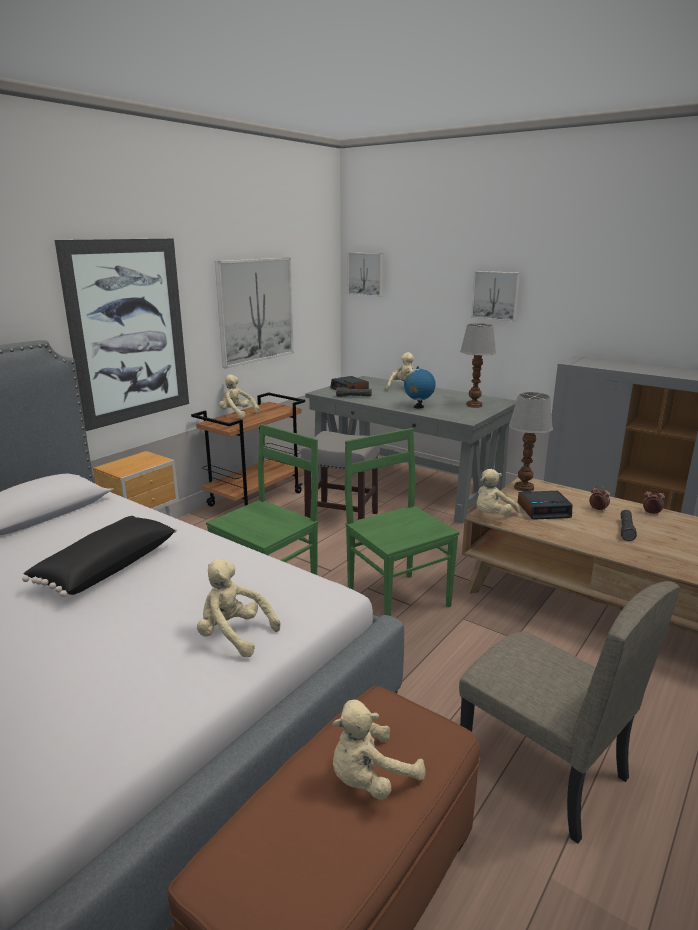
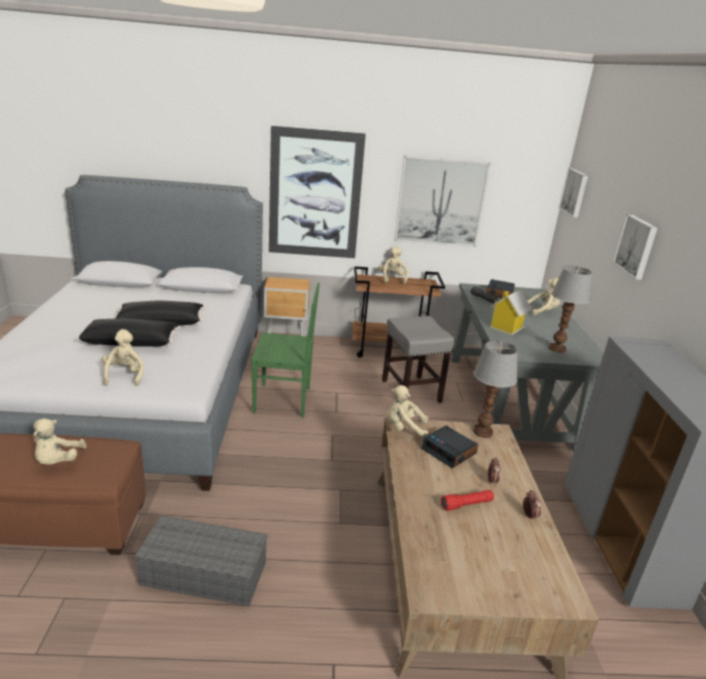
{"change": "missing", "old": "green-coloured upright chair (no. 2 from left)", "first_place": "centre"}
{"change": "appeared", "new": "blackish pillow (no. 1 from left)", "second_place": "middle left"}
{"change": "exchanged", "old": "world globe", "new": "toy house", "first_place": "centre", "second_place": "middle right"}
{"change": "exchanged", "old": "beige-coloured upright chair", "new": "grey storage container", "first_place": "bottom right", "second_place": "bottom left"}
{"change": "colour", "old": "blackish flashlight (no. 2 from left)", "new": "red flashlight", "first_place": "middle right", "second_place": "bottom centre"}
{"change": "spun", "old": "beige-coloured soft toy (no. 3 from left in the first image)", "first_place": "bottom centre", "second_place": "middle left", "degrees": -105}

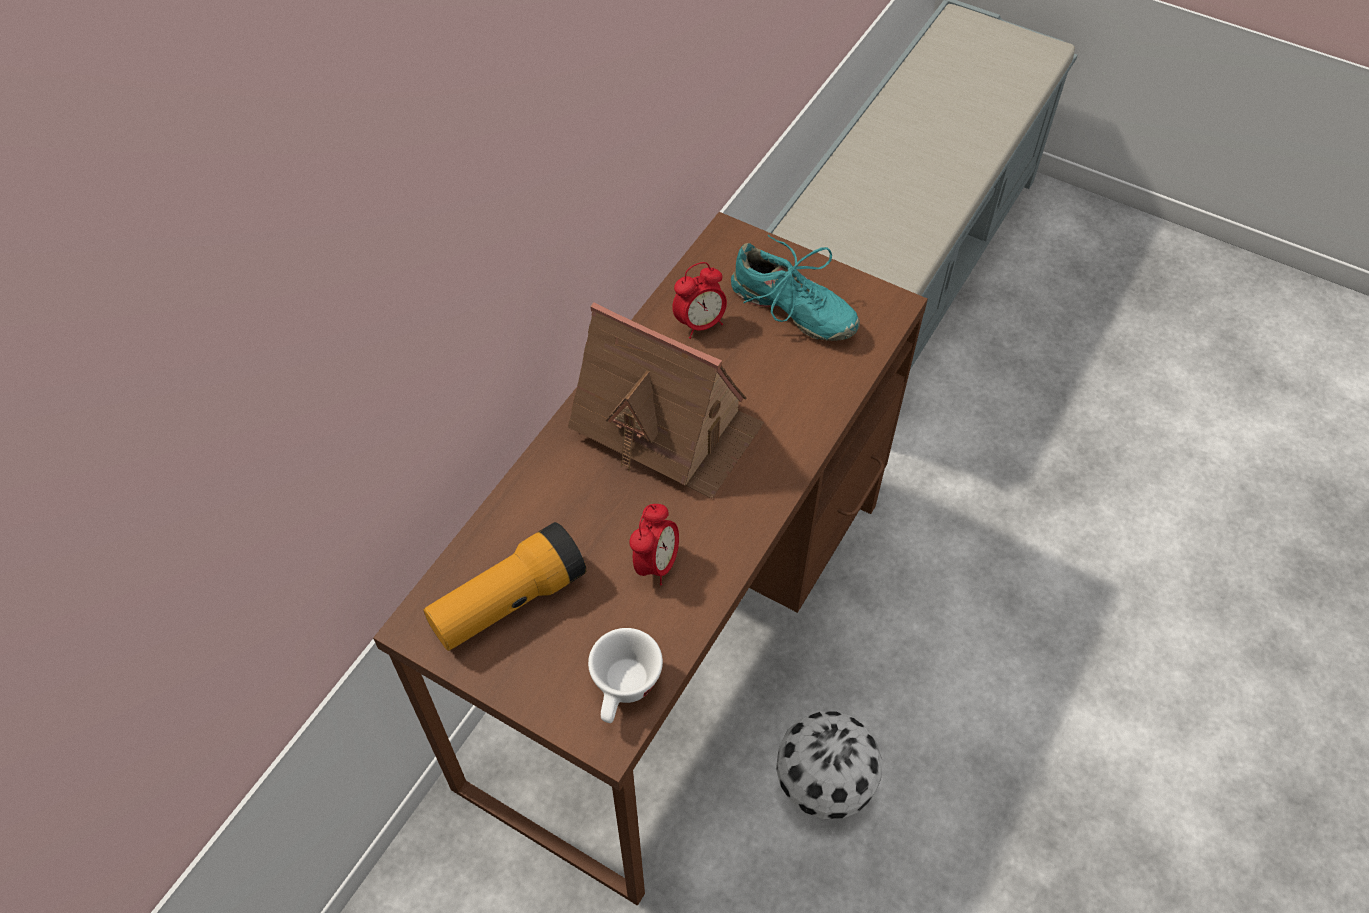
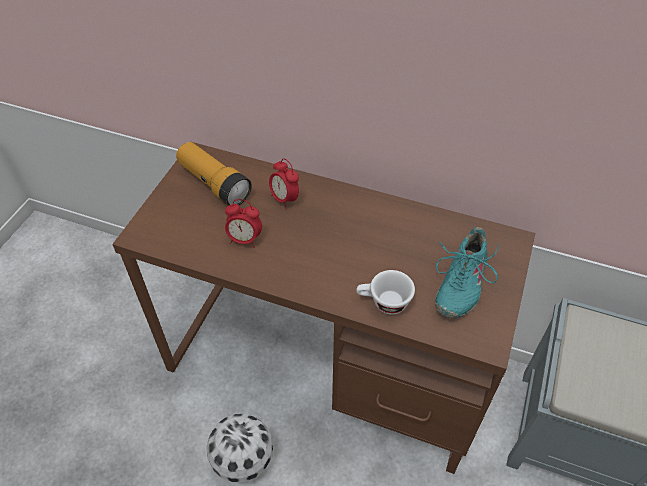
{"change": "missing", "old": "toy house", "first_place": "centre"}
{"change": "relocated", "old": "white drinking cup", "first_place": "bottom centre", "second_place": "centre"}
{"change": "relocated", "old": "alarm clock (no. 2 from left)", "first_place": "top centre", "second_place": "centre"}

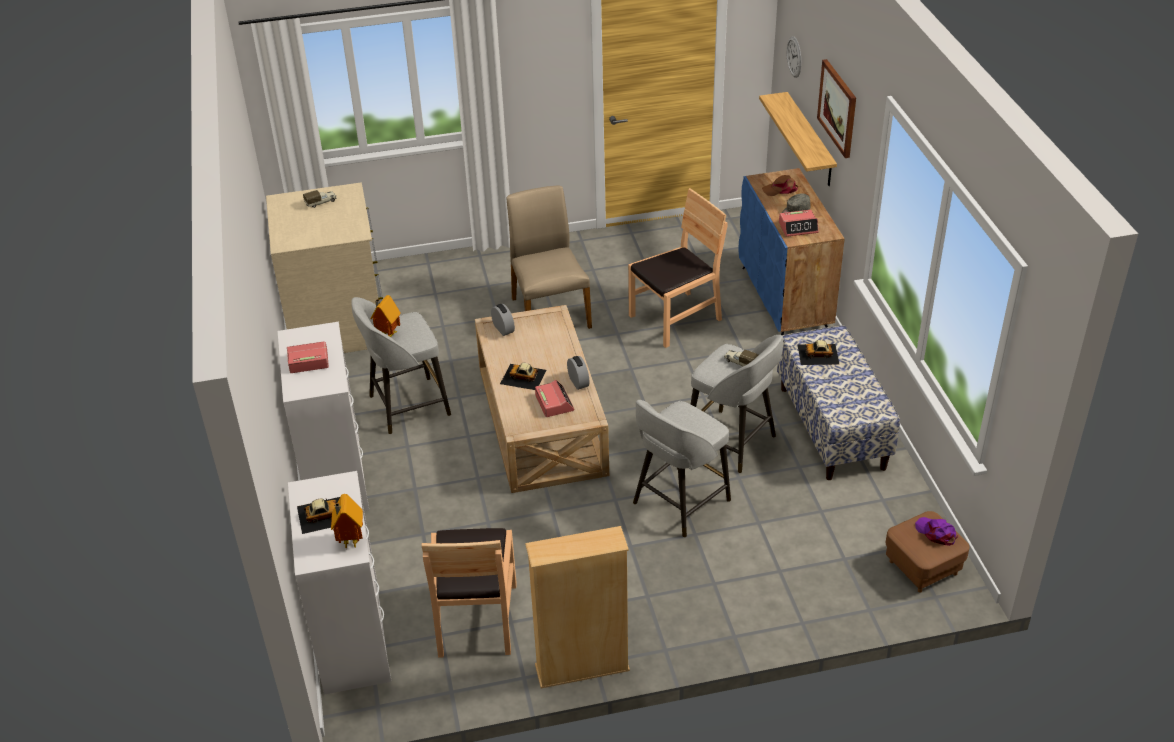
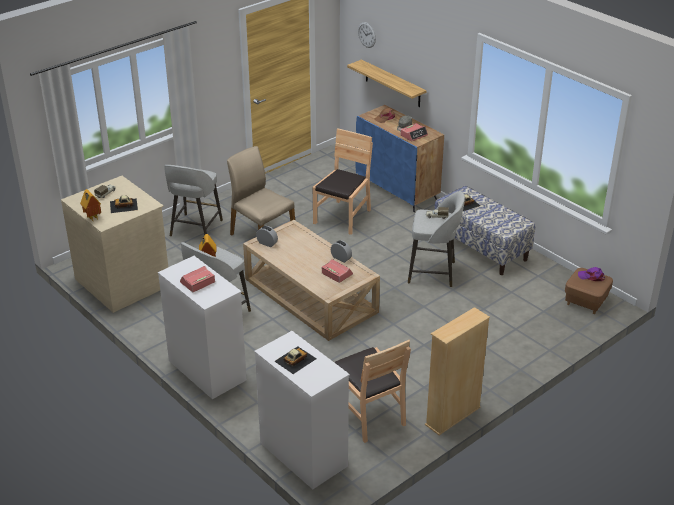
{"change": "missing", "old": "wall picture", "first_place": "top right"}
{"change": "relocated", "old": "toy house (no. 1 from left)", "first_place": "bottom left", "second_place": "middle left"}
{"change": "relocated", "old": "model car (no. 2 from left in the first image)", "new": "model car (no. 1 from left)", "first_place": "centre", "second_place": "middle left"}
{"change": "relocated", "old": "grey stool seat (no. 2 from left in the first image)", "new": "grey stool seat (no. 1 from left)", "first_place": "centre", "second_place": "middle left"}

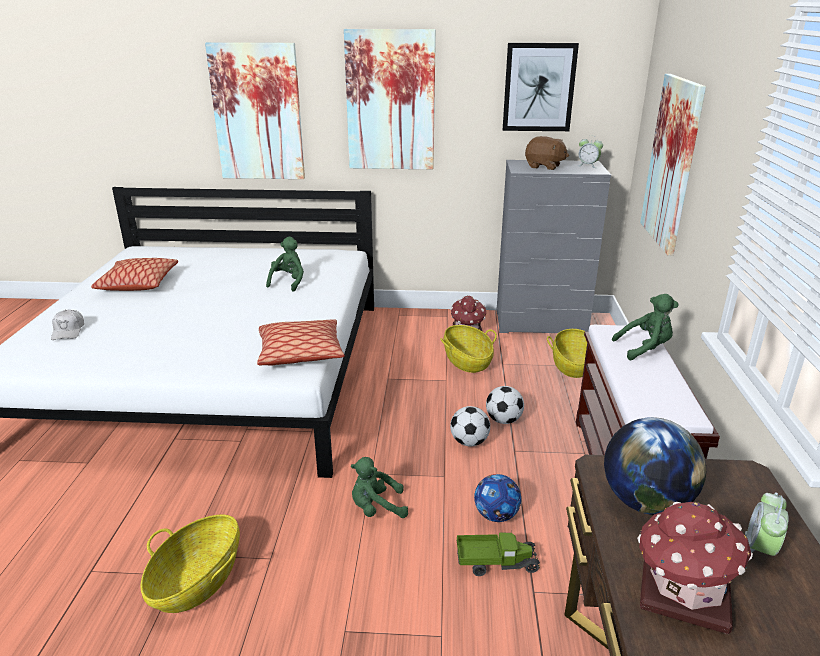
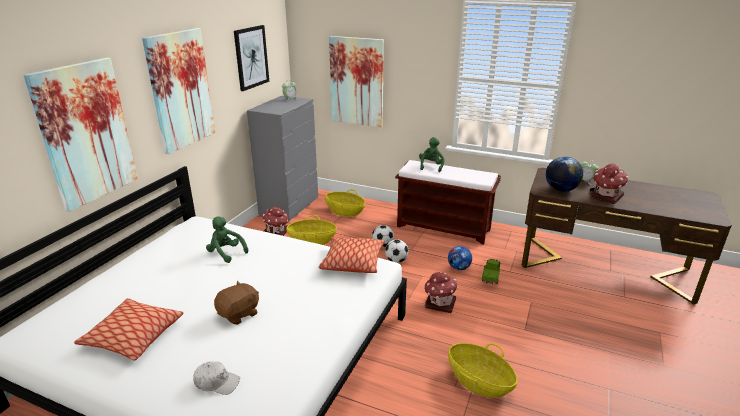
{"change": "relocated", "old": "brown soft toy", "first_place": "top right", "second_place": "bottom left"}
{"change": "exchanged", "old": "green-coloured soft toy (no. 2 from left)", "new": "toy house (no. 2 from left)", "first_place": "bottom centre", "second_place": "bottom centre"}

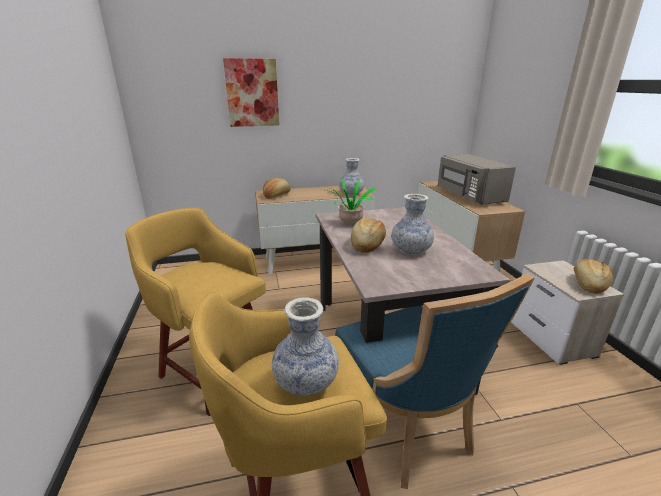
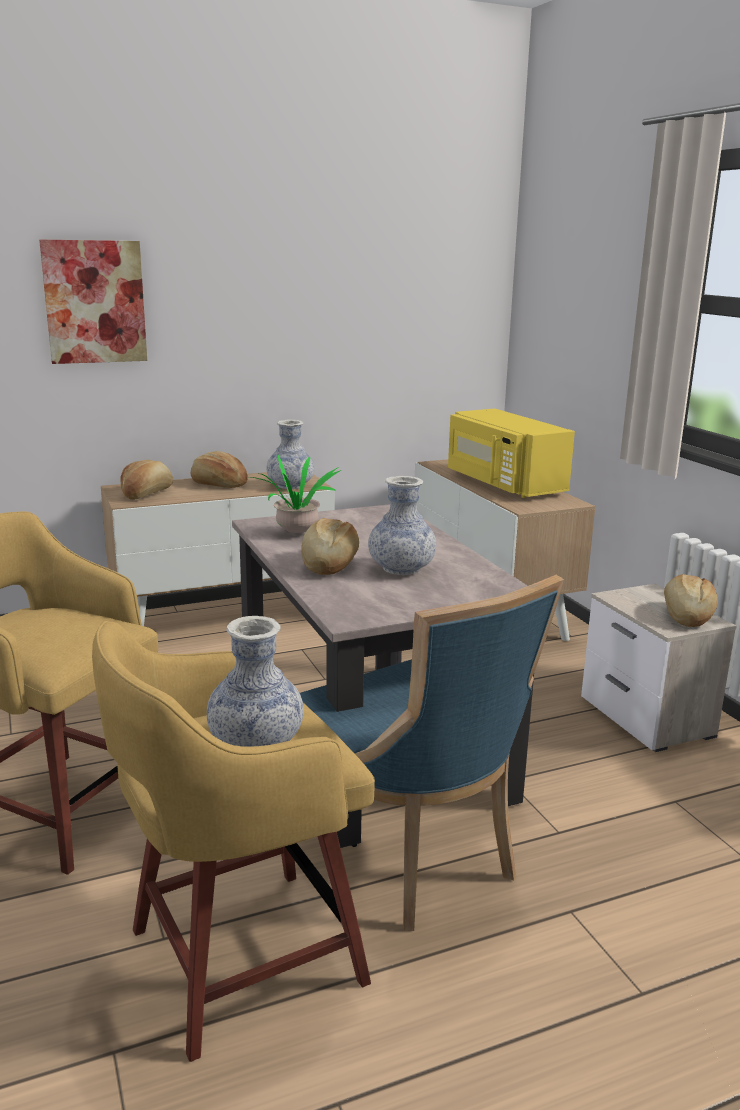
{"change": "appeared", "new": "bread (no. 2 from left)", "second_place": "middle left"}
{"change": "colour", "old": "grey microwave oven", "new": "yellow-coloured microwave oven", "first_place": "middle right", "second_place": "middle right"}

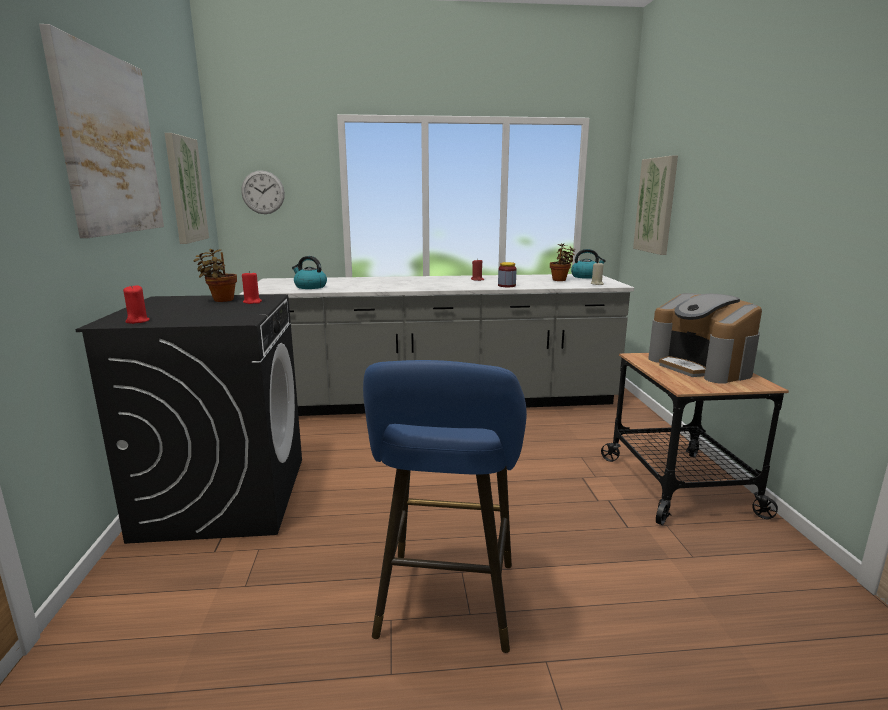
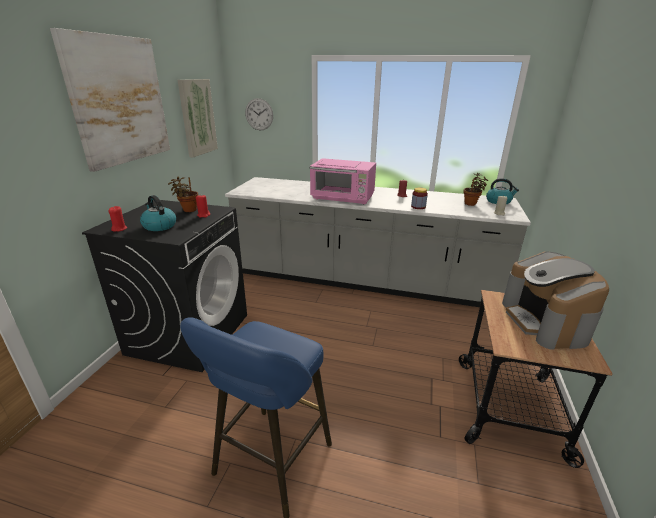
{"change": "missing", "old": "wall picture (no. 3 from left)", "first_place": "top right"}
{"change": "appeared", "new": "pink microwave oven", "second_place": "centre"}
{"change": "relocated", "old": "tea kettle (no. 1 from left)", "first_place": "centre", "second_place": "middle left"}

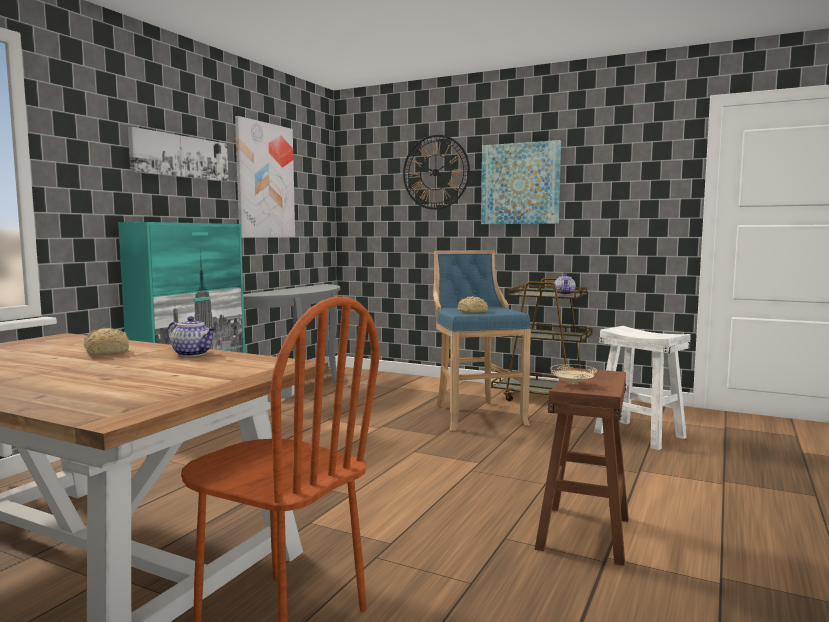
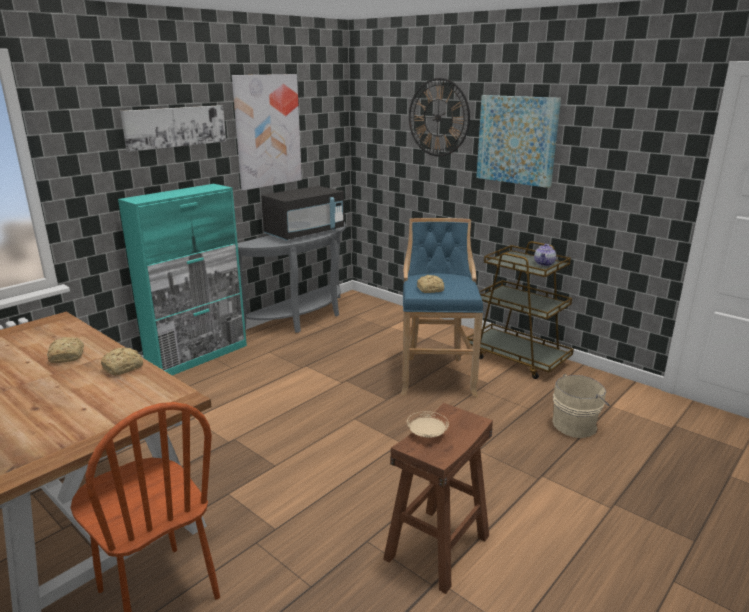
{"change": "appeared", "new": "blackish microwave oven", "second_place": "centre"}
{"change": "exchanged", "old": "tea pot (no. 1 from left)", "new": "bread (no. 2 from left)", "first_place": "middle left", "second_place": "middle left"}
{"change": "exchanged", "old": "white stool seat", "new": "beige-coloured pail", "first_place": "middle right", "second_place": "middle right"}

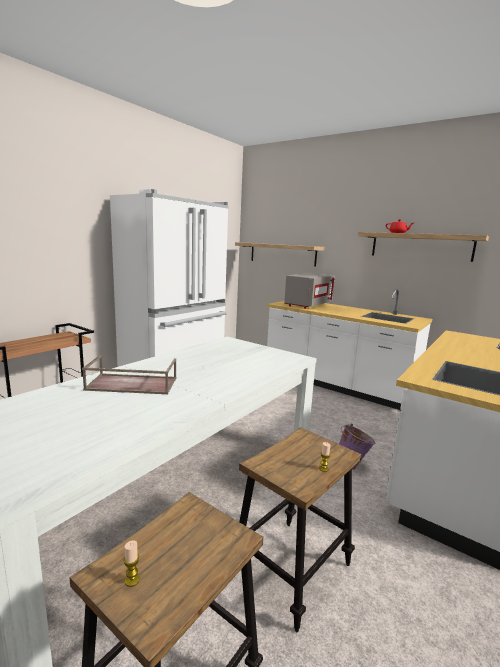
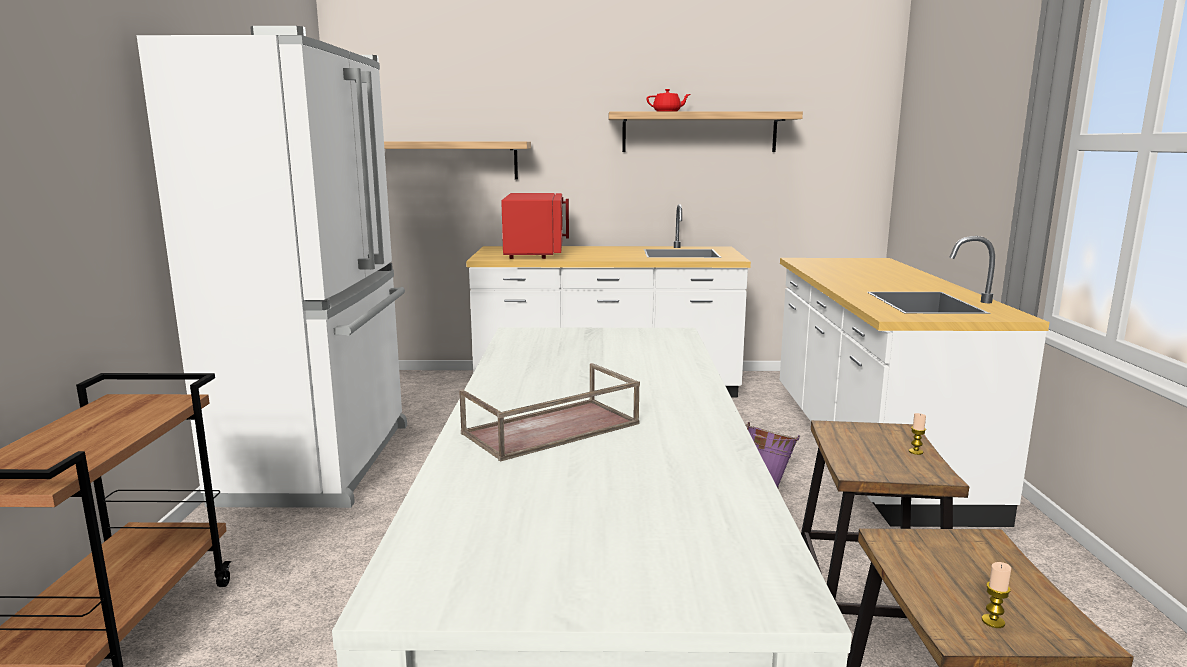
{"change": "colour", "old": "grey microwave oven", "new": "red microwave oven", "first_place": "centre", "second_place": "centre"}

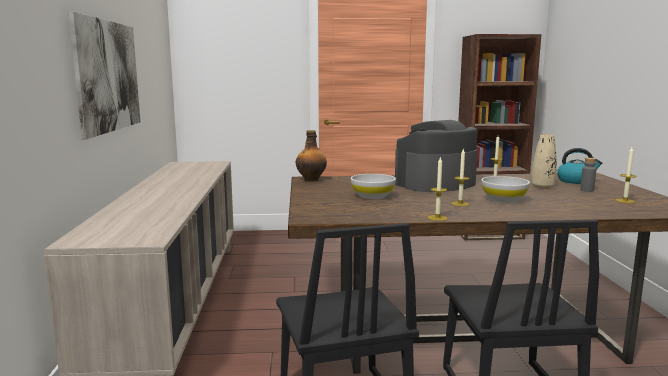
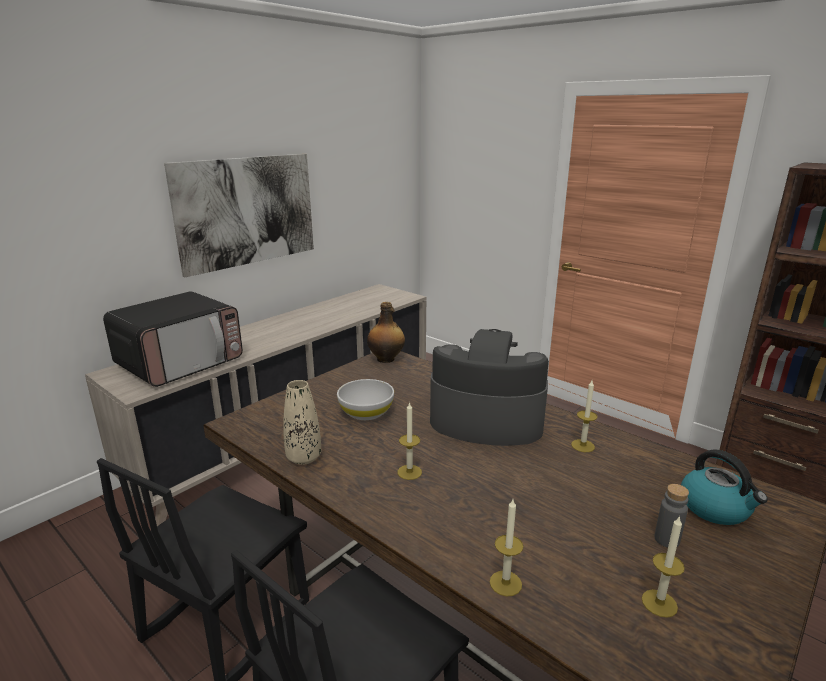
{"change": "missing", "old": "white deep dish (no. 2 from left)", "first_place": "middle right"}
{"change": "appeared", "new": "microwave oven", "second_place": "middle left"}
{"change": "relocated", "old": "candle (no. 1 from left in the first image)", "new": "candle (no. 2 from left)", "first_place": "centre", "second_place": "bottom centre"}
{"change": "relocated", "old": "beige-coloured vase", "first_place": "middle right", "second_place": "centre"}

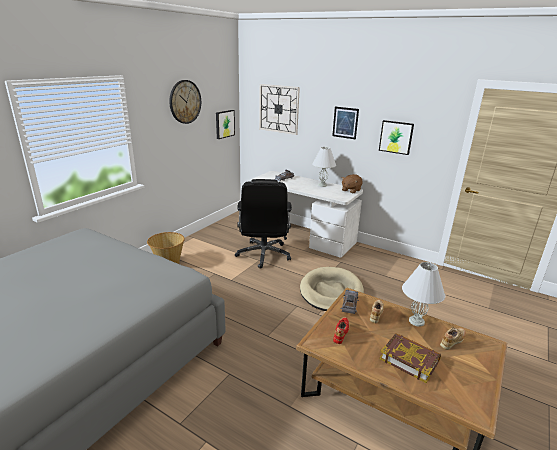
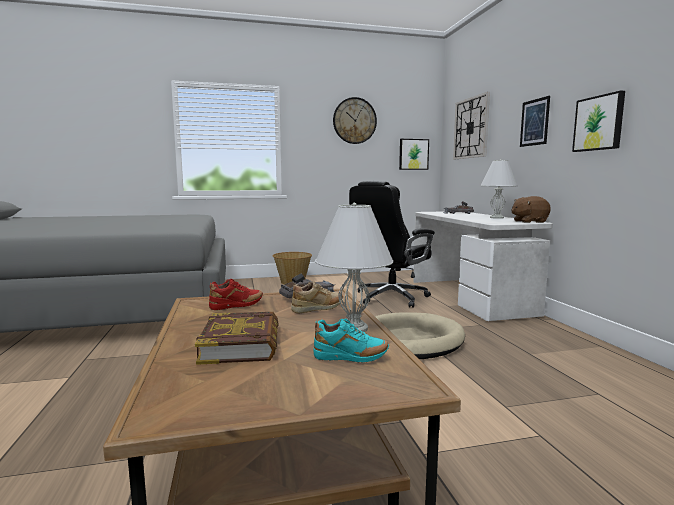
{"change": "colour", "old": "beige-coloured low shoe (no. 2 from left)", "new": "blue-green low shoe", "first_place": "bottom right", "second_place": "bottom centre"}

